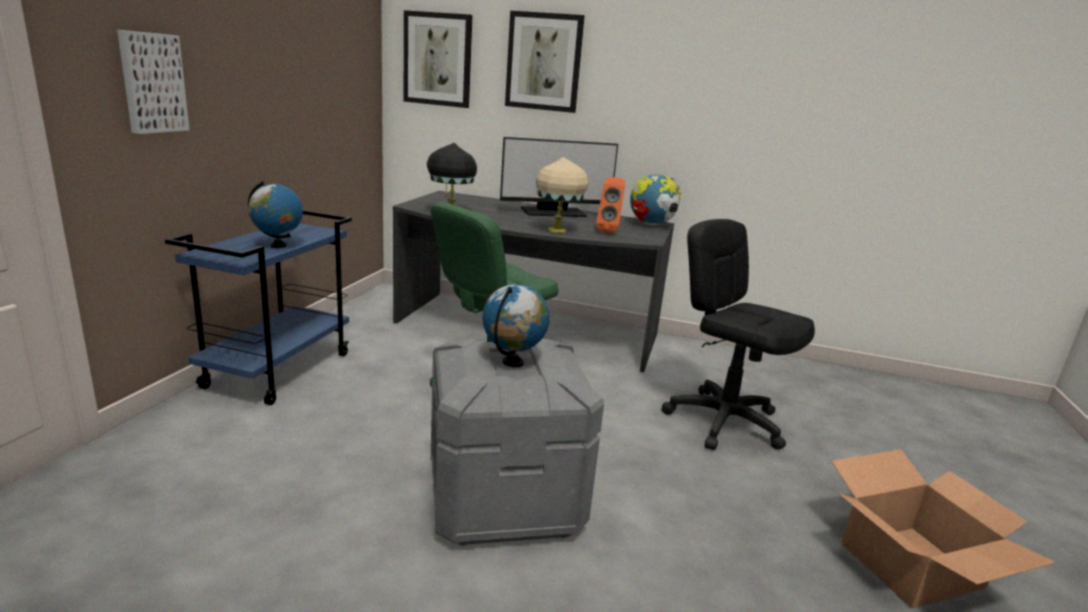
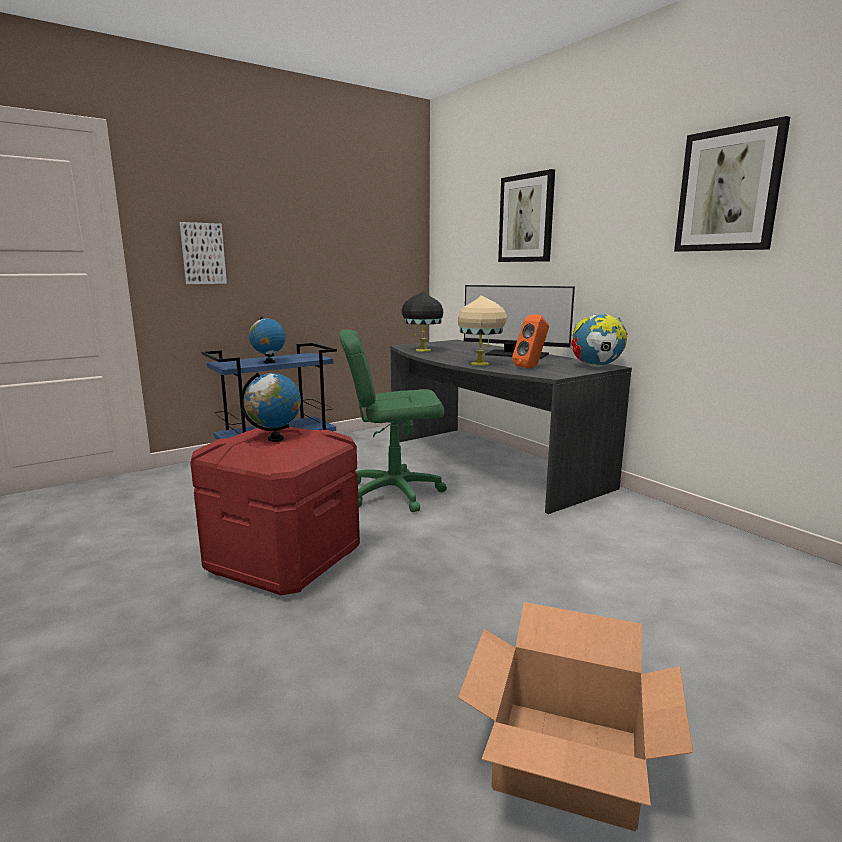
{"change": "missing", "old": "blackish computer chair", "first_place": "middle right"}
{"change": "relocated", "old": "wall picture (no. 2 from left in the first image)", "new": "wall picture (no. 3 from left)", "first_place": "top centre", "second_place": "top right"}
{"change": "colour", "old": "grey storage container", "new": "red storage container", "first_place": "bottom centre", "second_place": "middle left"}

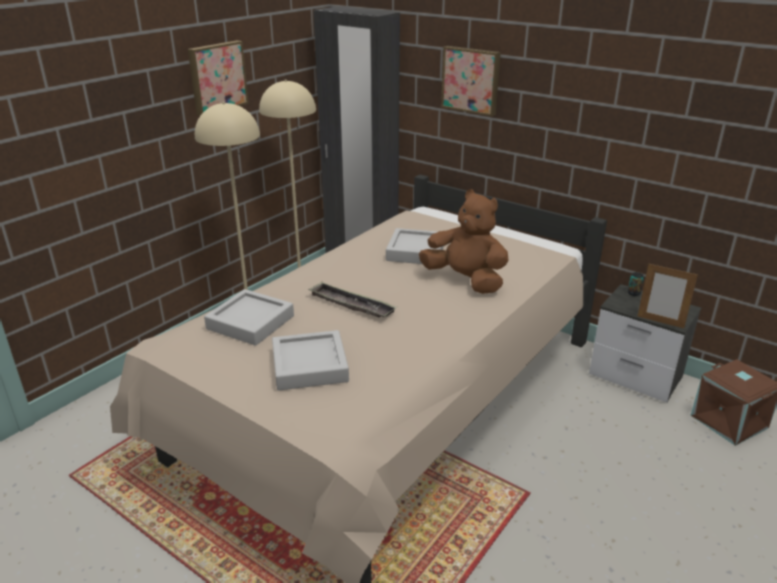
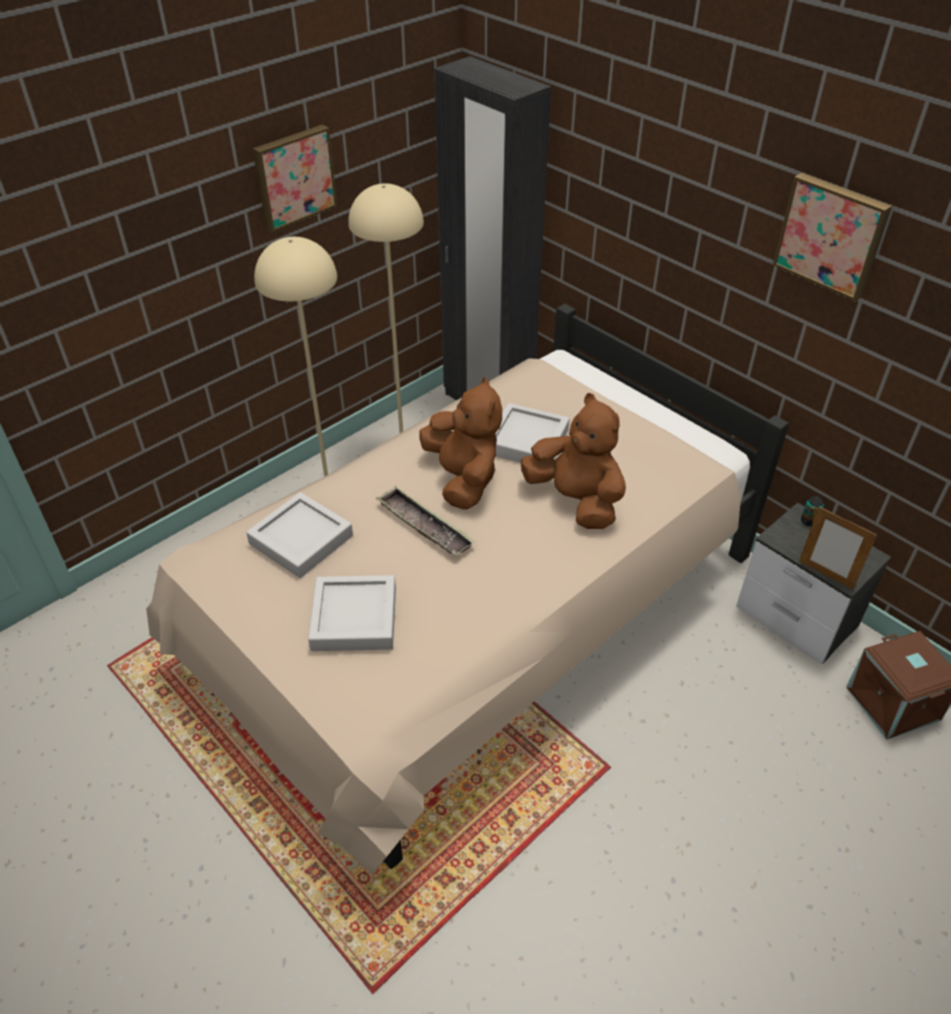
{"change": "appeared", "new": "brown soft toy (no. 1 from left)", "second_place": "centre"}
{"change": "relocated", "old": "wall picture (no. 2 from left)", "first_place": "top centre", "second_place": "top right"}

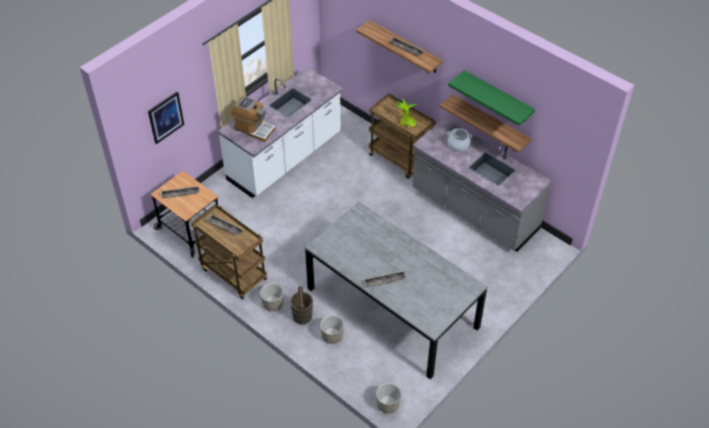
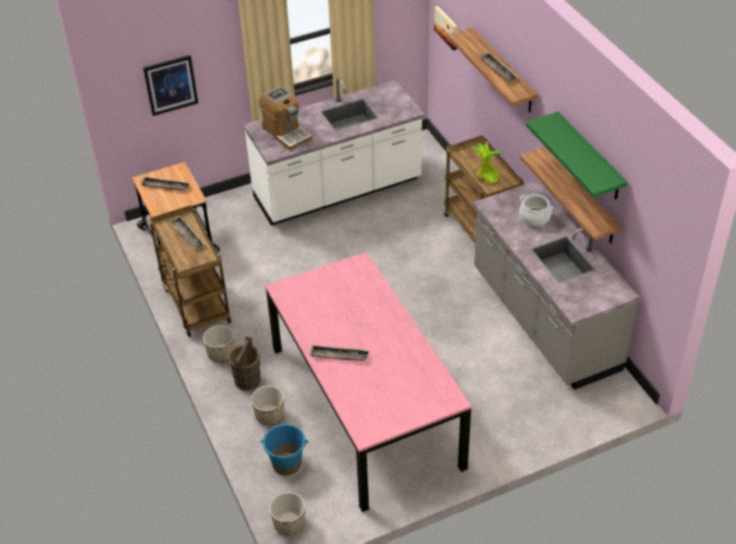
{"change": "appeared", "new": "blue pail", "second_place": "bottom centre"}
{"change": "appeared", "new": "wall picture (no. 2 from left)", "second_place": "top centre"}
{"change": "colour", "old": "grey dinner table", "new": "pink dinner table", "first_place": "bottom centre", "second_place": "bottom centre"}

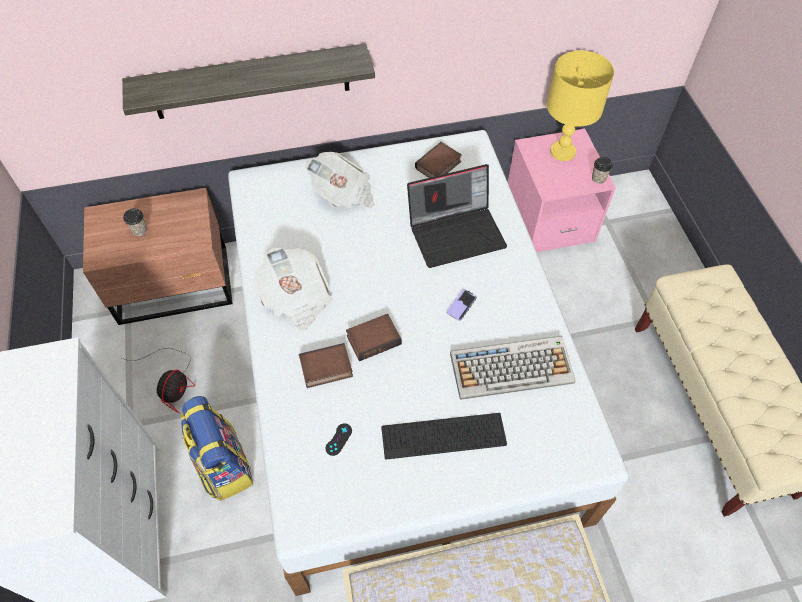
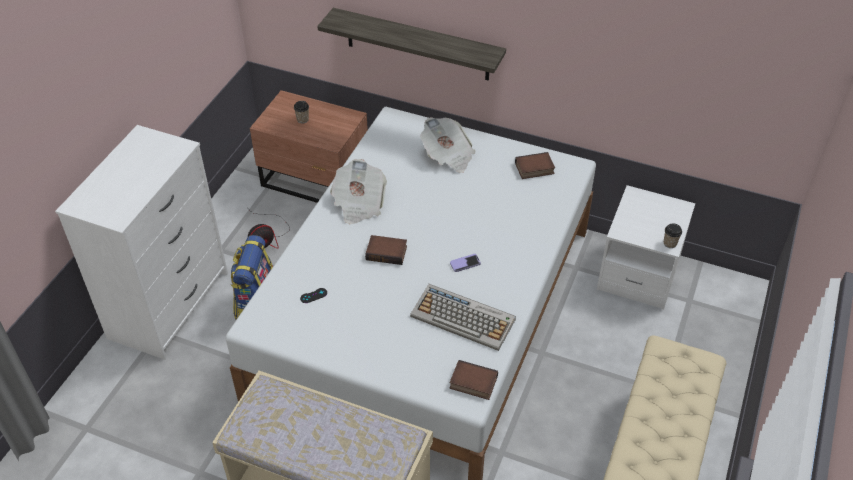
{"change": "missing", "old": "keyboard (no. 1 from left)", "first_place": "bottom centre"}
{"change": "missing", "old": "portable computer", "first_place": "centre"}
{"change": "missing", "old": "yellow-coloured lamp for a table", "first_place": "top right"}
{"change": "relocated", "old": "volume (no. 1 from left in the first image)", "new": "volume (no. 2 from left)", "first_place": "centre", "second_place": "bottom centre"}
{"change": "colour", "old": "pink nightstand", "new": "white nightstand", "first_place": "top right", "second_place": "middle right"}

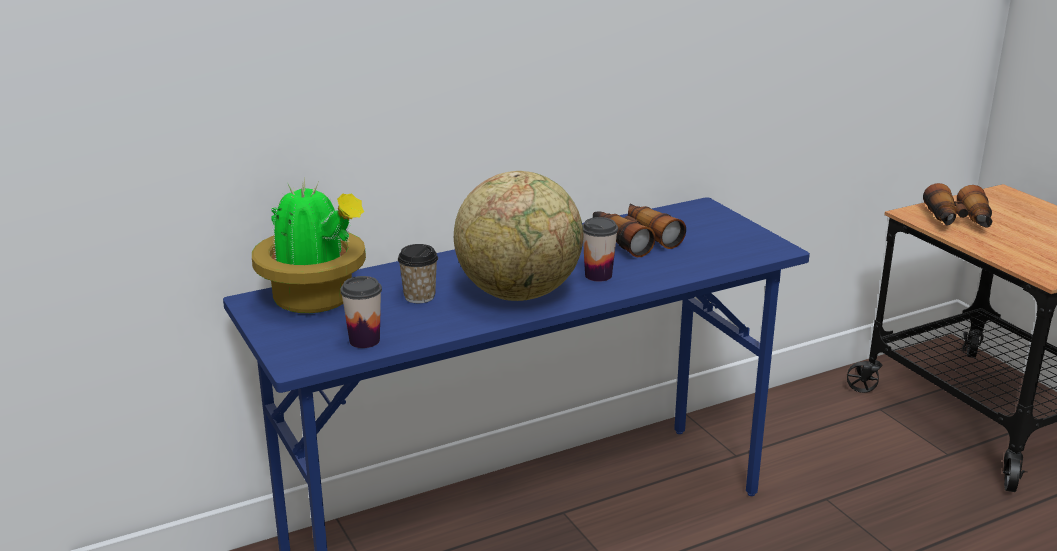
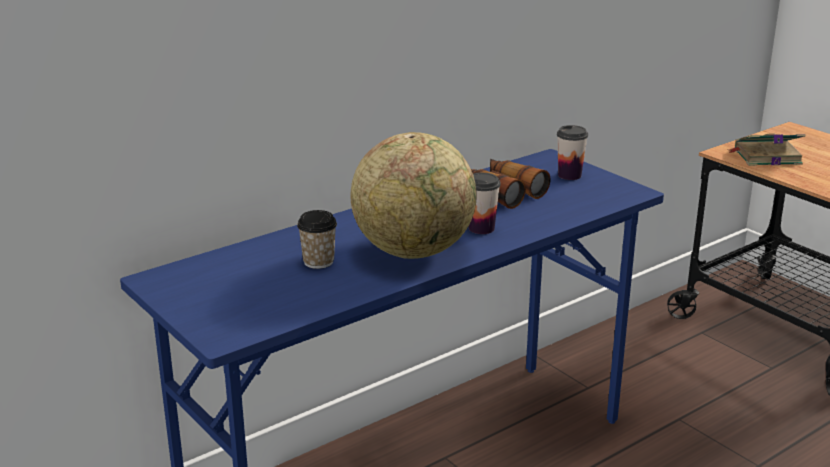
{"change": "missing", "old": "houseplant", "first_place": "middle left"}
{"change": "relocated", "old": "drinking cup (no. 1 from left in the first image)", "new": "drinking cup (no. 3 from left)", "first_place": "centre", "second_place": "top right"}
{"change": "exchanged", "old": "pair of binoculars (no. 2 from left)", "new": "volume", "first_place": "middle right", "second_place": "top right"}

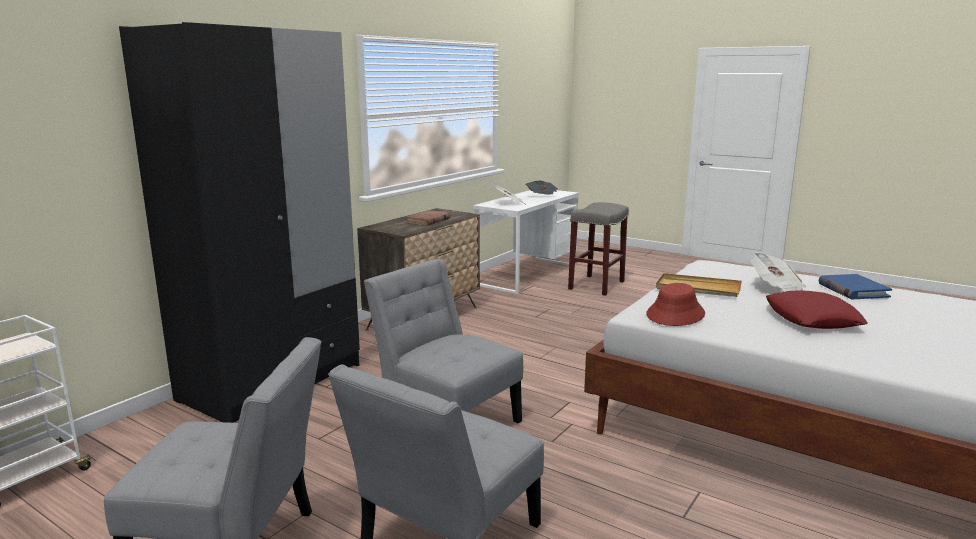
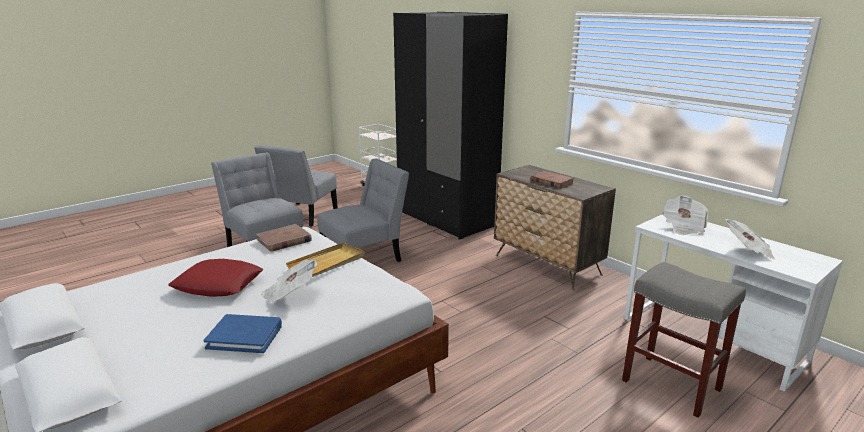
{"change": "exchanged", "old": "red clothing hat", "new": "brown volume (no. 1 from left)", "first_place": "middle right", "second_place": "middle left"}

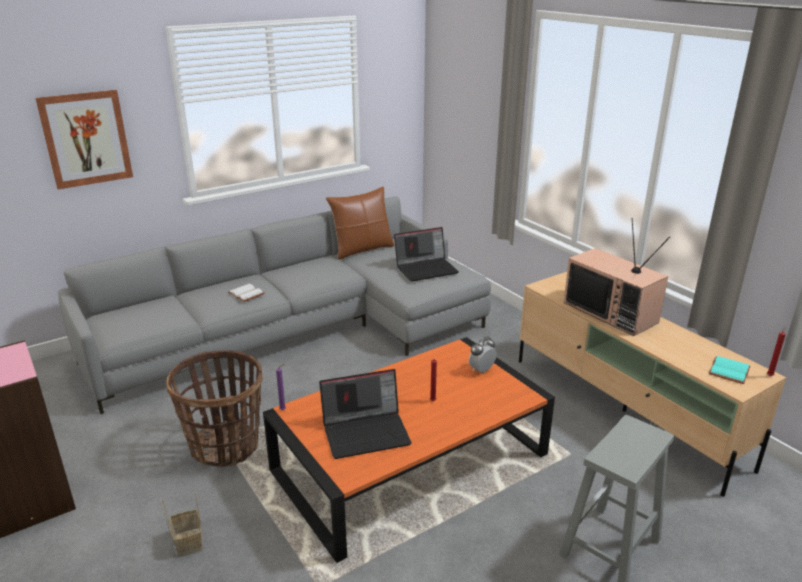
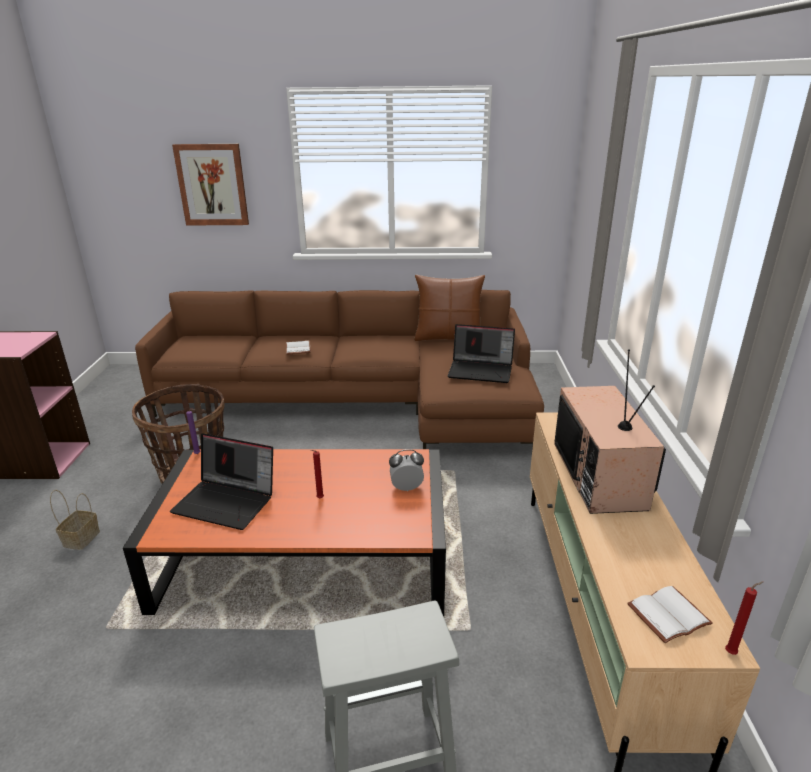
{"change": "colour", "old": "grey settee", "new": "brown settee", "first_place": "centre", "second_place": "centre"}
{"change": "colour", "old": "blue-green volume", "new": "white volume (no. 2 from left)", "first_place": "middle right", "second_place": "bottom right"}

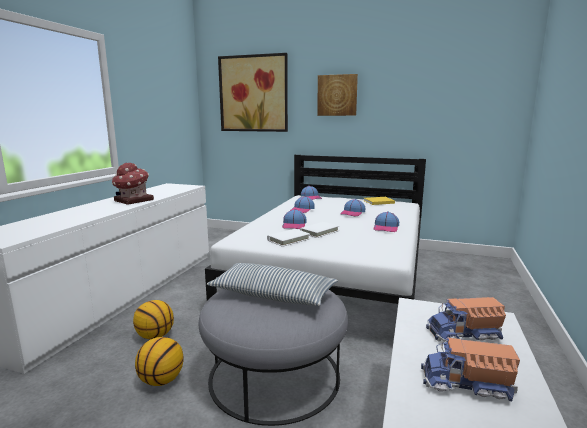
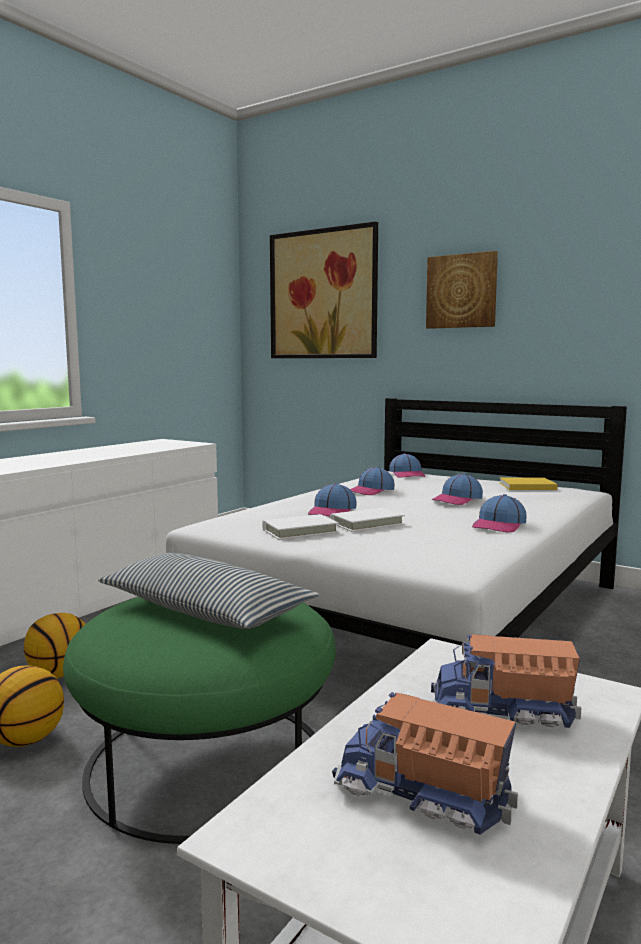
{"change": "missing", "old": "toy house", "first_place": "middle left"}
{"change": "colour", "old": "grey ottoman", "new": "green-coloured ottoman", "first_place": "bottom centre", "second_place": "bottom left"}

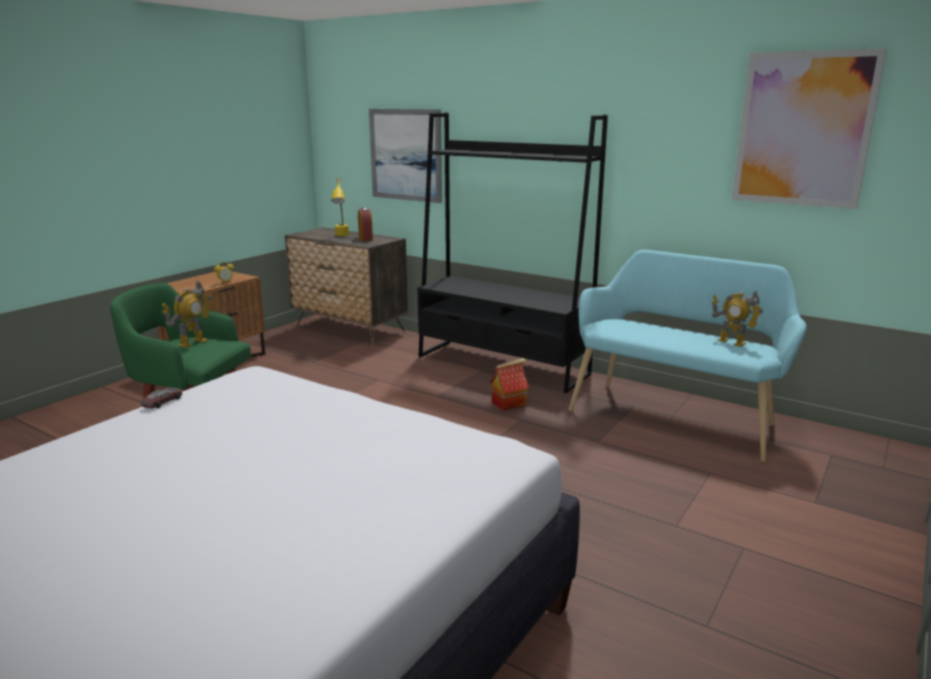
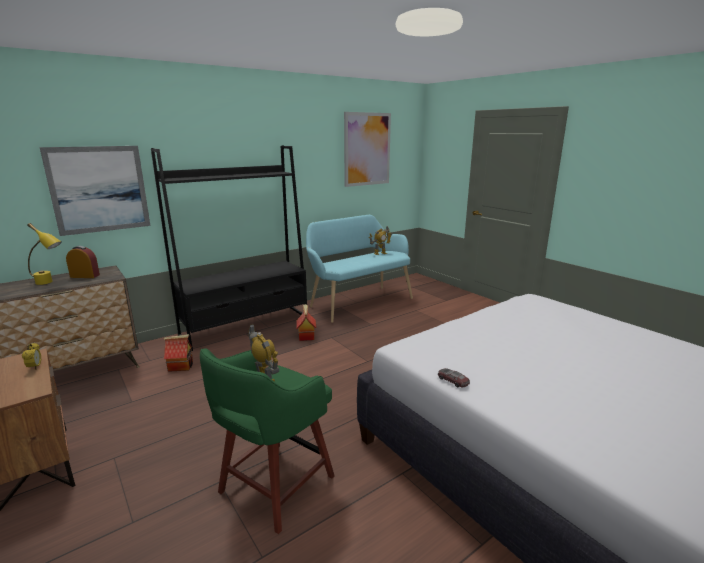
{"change": "appeared", "new": "toy house (no. 1 from left)", "second_place": "middle left"}

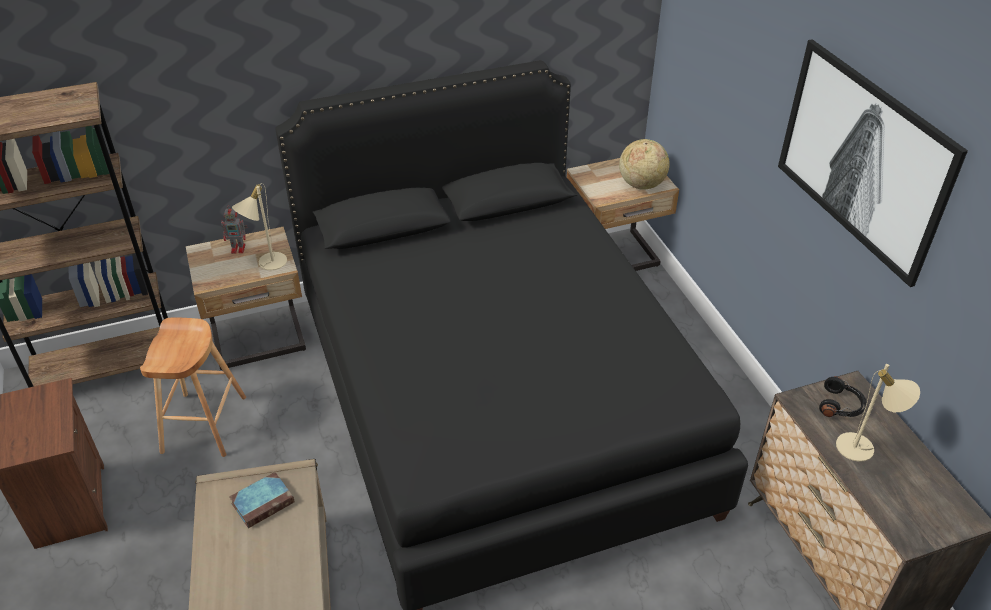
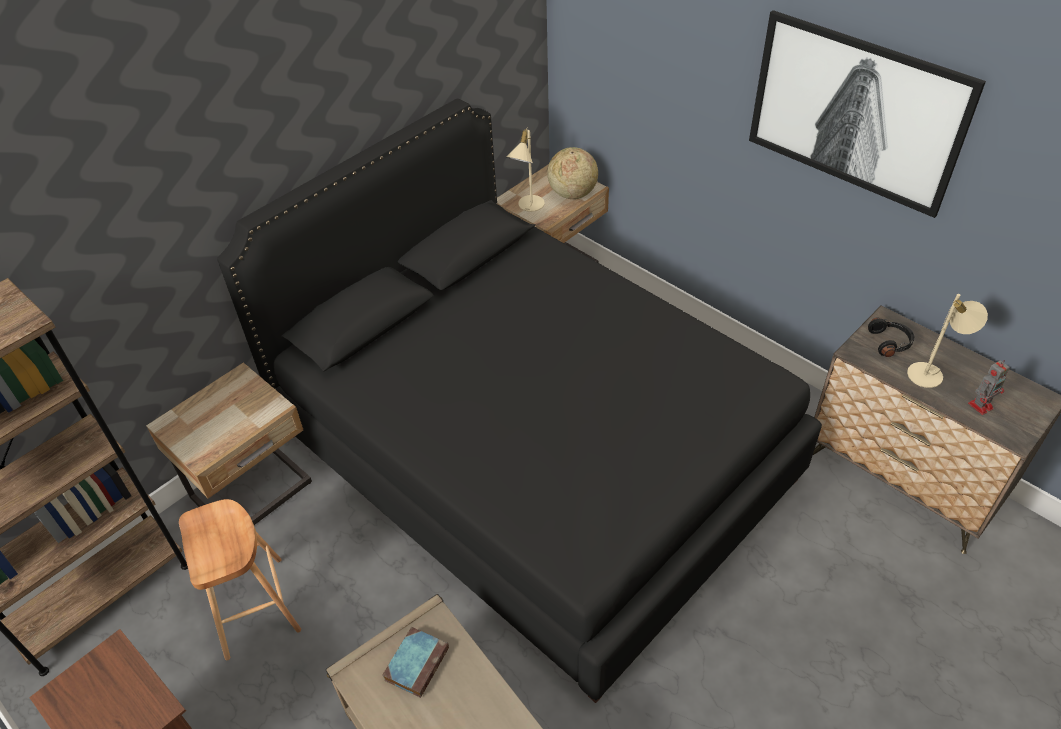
{"change": "relocated", "old": "toy robot", "first_place": "middle left", "second_place": "middle right"}
{"change": "relocated", "old": "beige-coloured lamp for a table (no. 1 from left)", "first_place": "middle left", "second_place": "top centre"}

